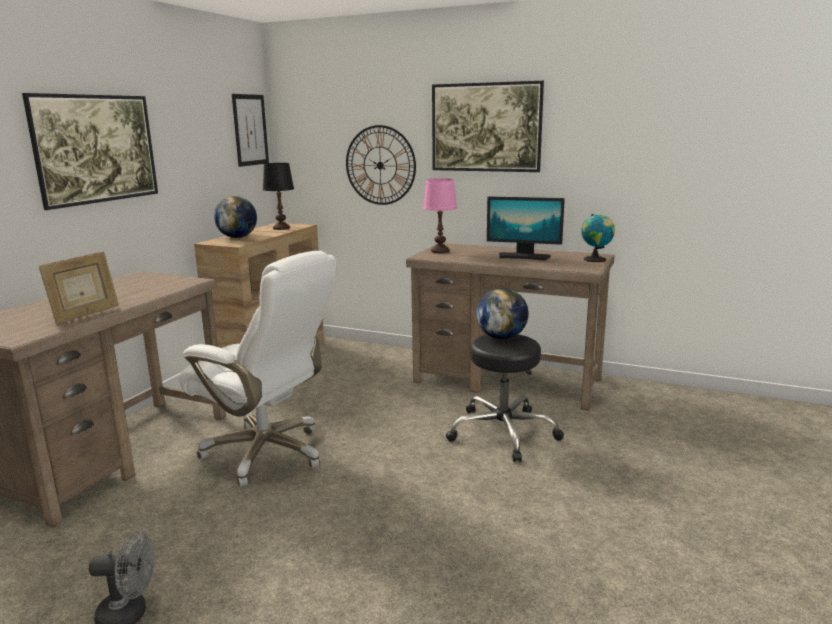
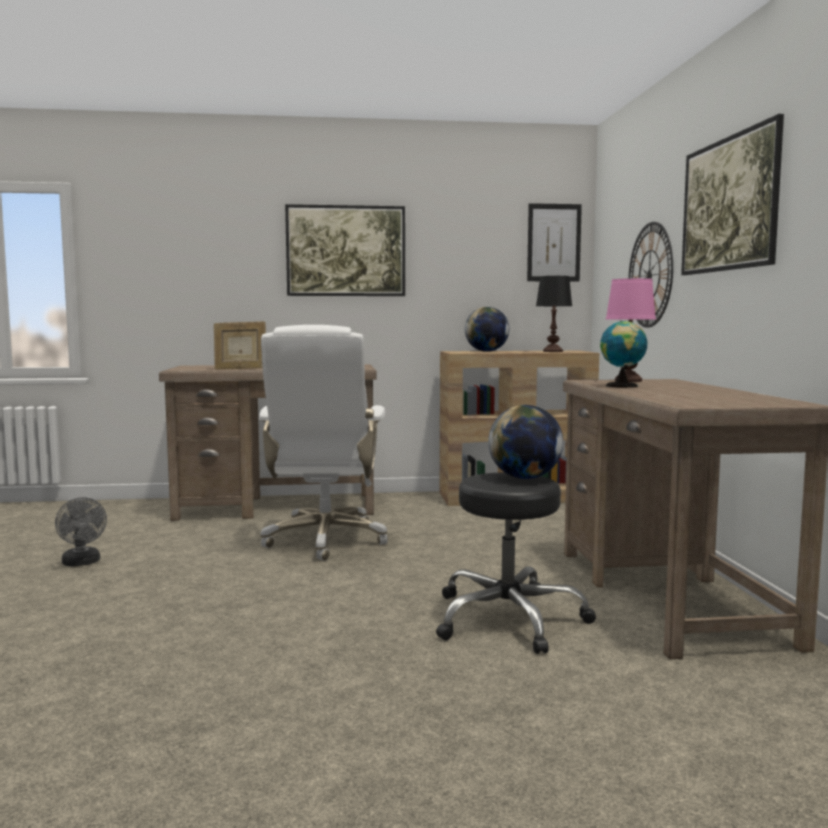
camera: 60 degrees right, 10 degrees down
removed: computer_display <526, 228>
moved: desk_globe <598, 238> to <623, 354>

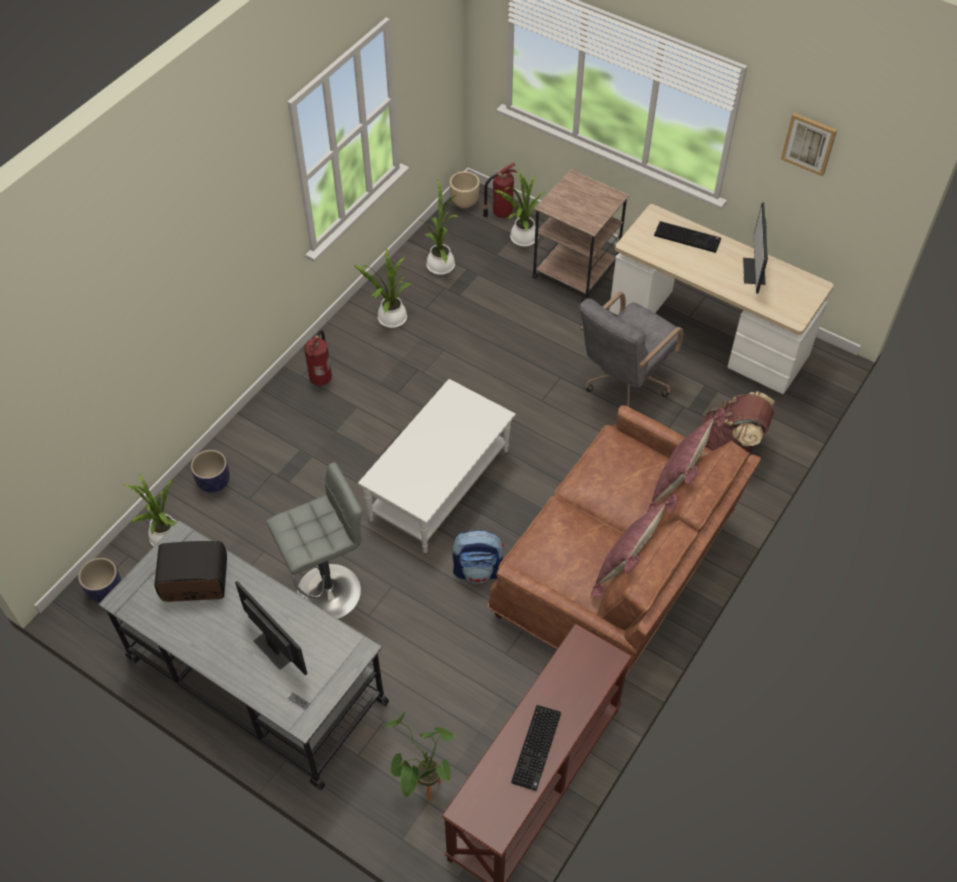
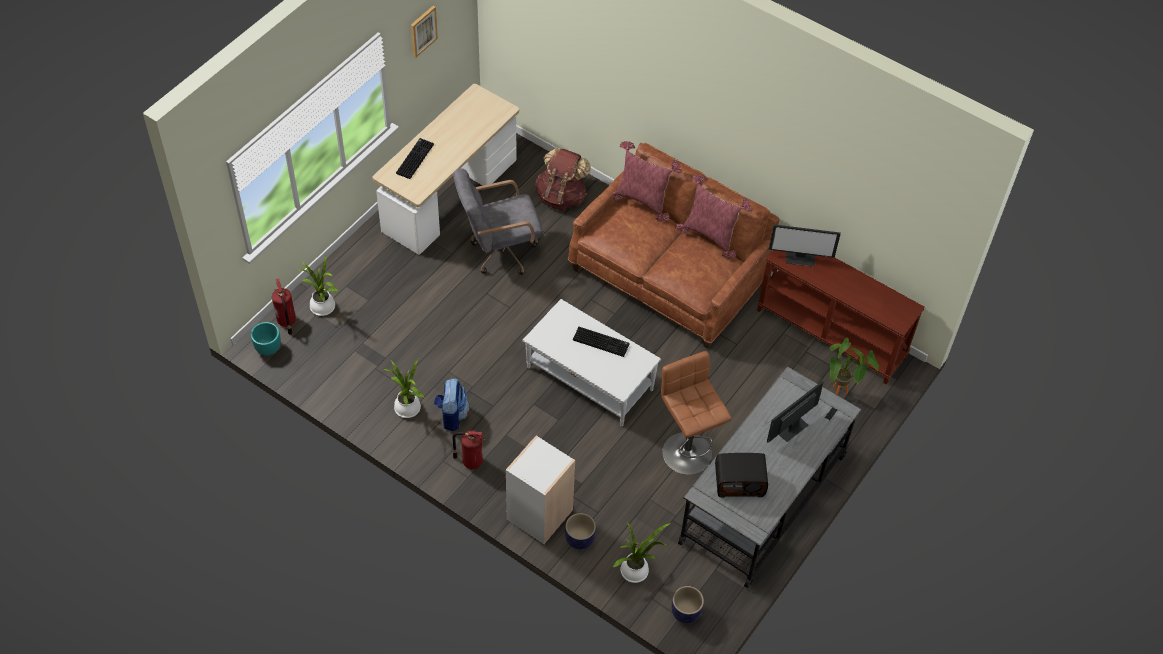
camera: 90 degrees left, 0 degrees up
removed: potted_plant <441, 227>; brown-coloured_wheeled_cart <580, 235>
added: bookshelf <540, 489>
moved: rucksack <478, 556> to <452, 404>; PC_keyboard <536, 748> to <601, 342>; computer_display <755, 248> to <805, 245>
recoloured: sand-coloured_planter <464, 190> to blue-green_planter <266, 338>; grey_stool_seat <314, 540> to brown-coloured_stool_seat <696, 413>
turned: grey_computer_chair <632, 349> = <498, 222> 120 degrees clockwise; radio <190, 571> = <741, 475> 90 degrees counterclockwise

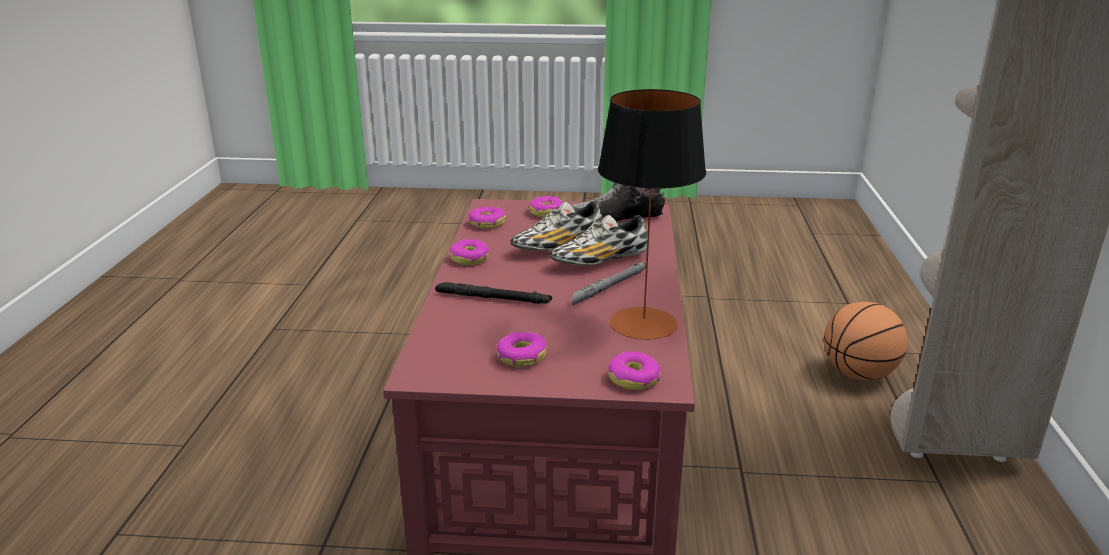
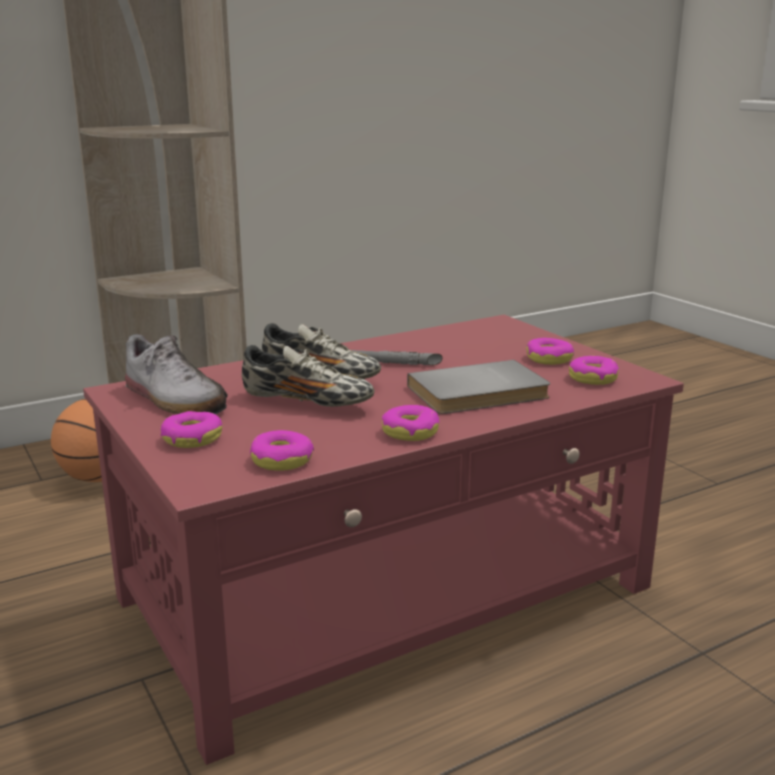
camera: 125 degrees left, 5 degrees down
removed: lamp_for_a_table <652, 214>
moved: doughnut <634, 370> to <594, 370>
replaced: blackish_flashlight <493, 293> to grey_volume <478, 387>

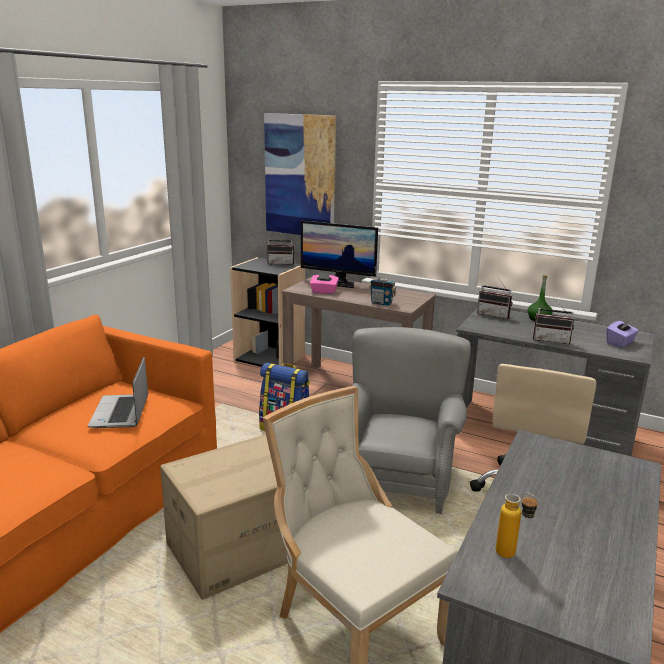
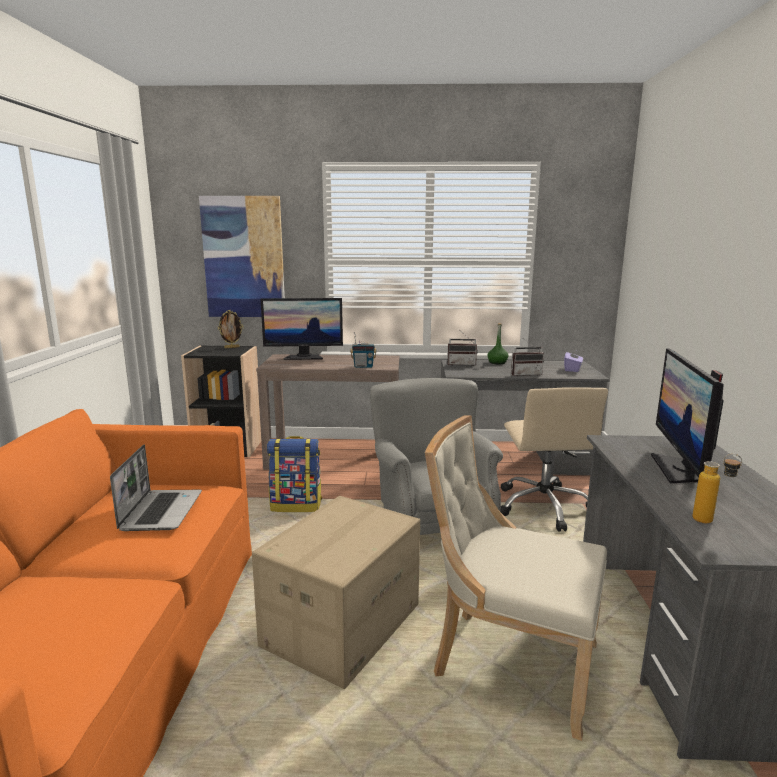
camera: 25 degrees left, 5 degrees down
removed: pink-coloured_tissue_holder <324, 283>
added: computer_display <687, 415>
replaced: radio <281, 249> to photo_frame <231, 329>
turned: laptop <118, 392> = <156, 487> 150 degrees counterclockwise

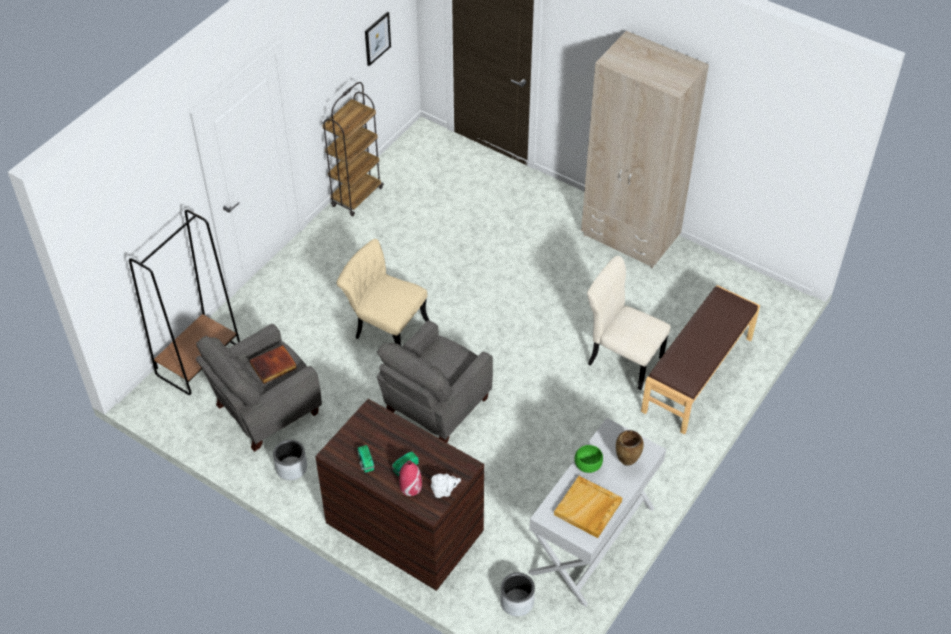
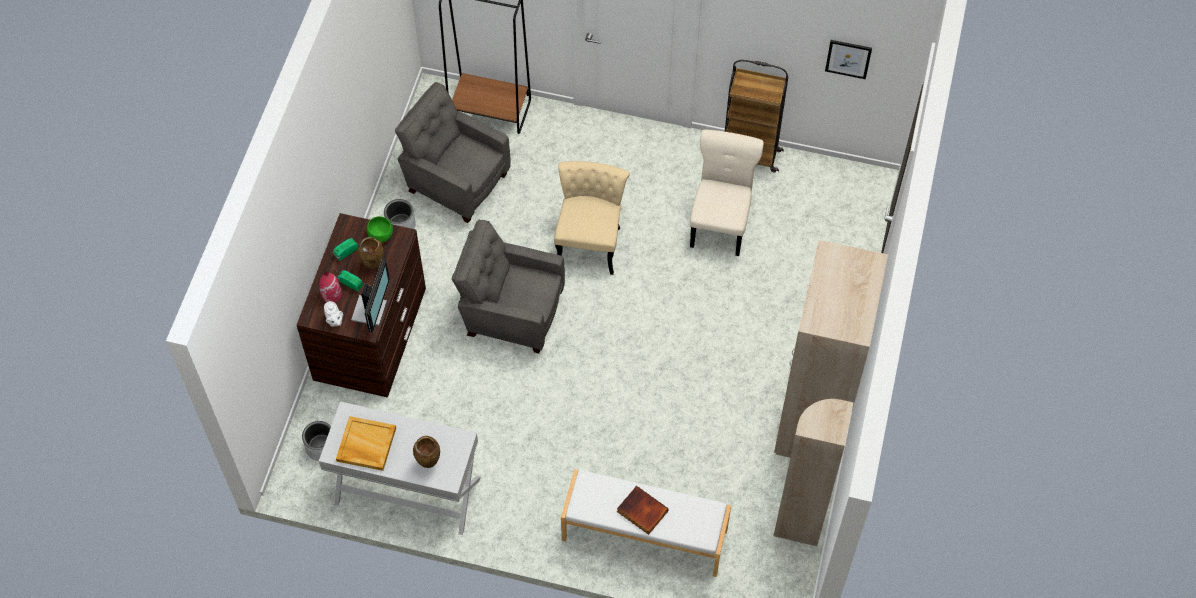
camera: 70 degrees right, 10 degrees up
added: computer_display <370, 295>; brown-coloured_flower_vase <370, 253>; sand-coloured_bookshelf <813, 472>
moved: greenish_serving_bowl <588, 459> to <380, 229>; volume <273, 364> to <642, 510>; sand-coloured_plain_chair <629, 323> to <726, 192>
recoloured: brown-coloured_long_seat <700, 360> to white-coloured_long_seat <646, 523>

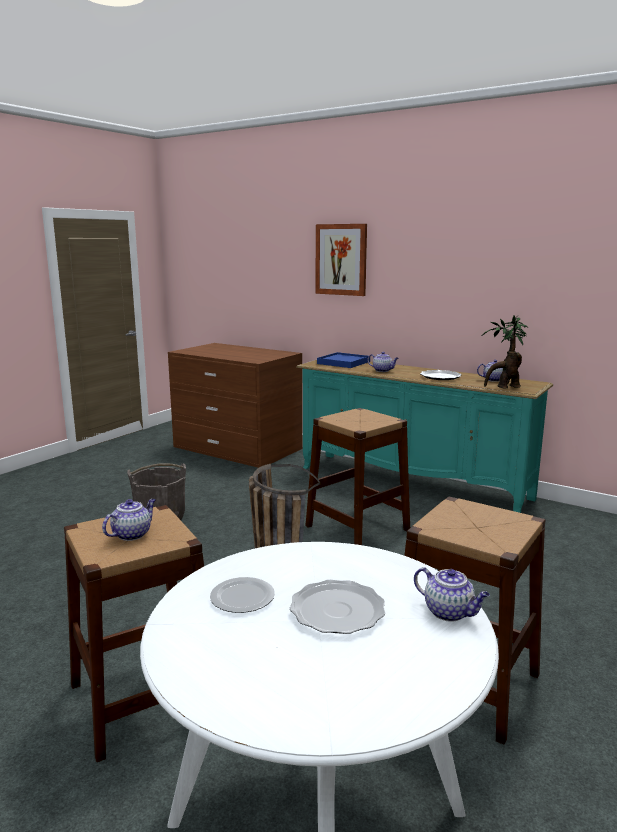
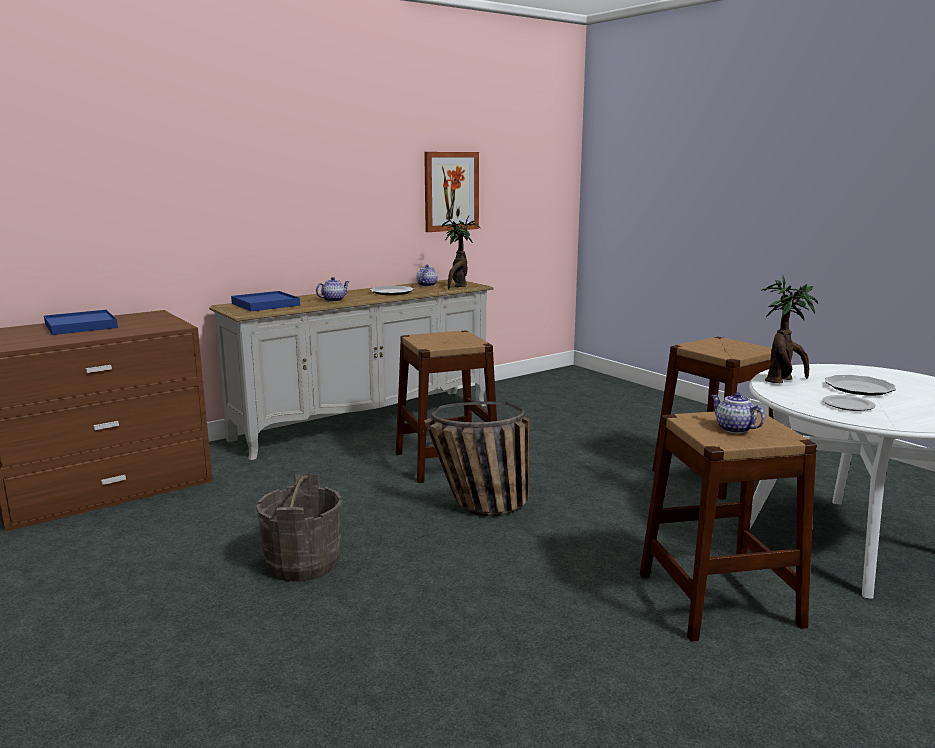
camera: 70 degrees left, 0 degrees up
removed: pot_for_tea <452, 594>
added: blue_serving_tray <81, 322>; potted_plant <790, 328>
moved: wall_art <341, 260> to <451, 192>
recoloured: blue-green_cupboard <424, 436> to grey_cupboard <351, 369>

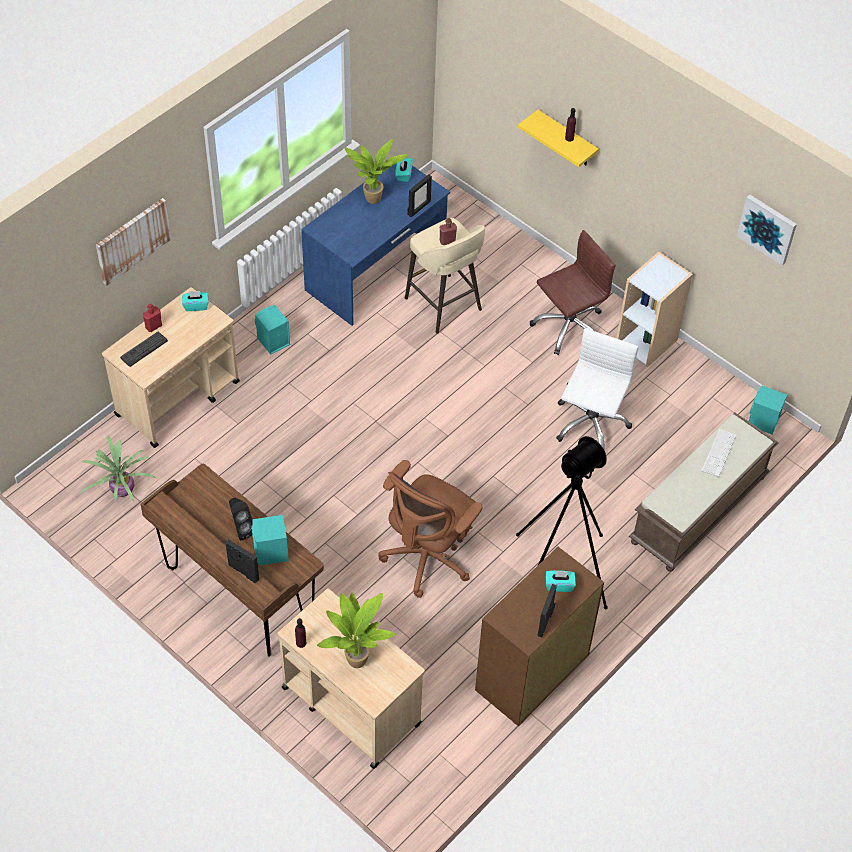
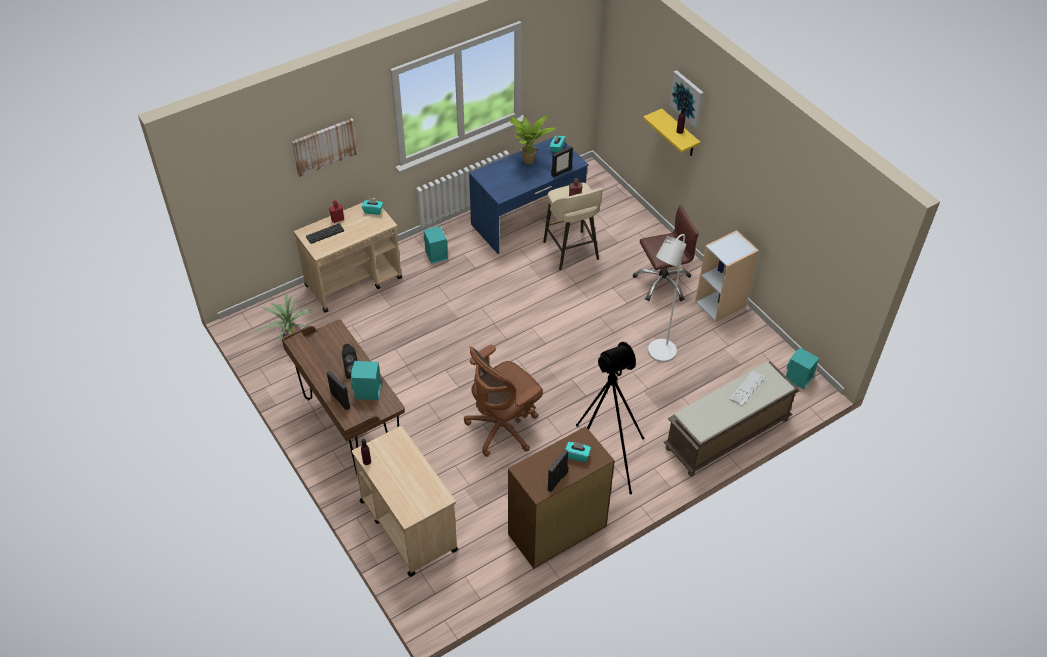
camera: 15 degrees right, 5 degrees down
removed: potted_plant <356, 630>
moved: wall_art <767, 230> to <686, 99>
replaced: white-coloured_computer_chair <597, 389> to white-coloured_standing_lamp <667, 298>

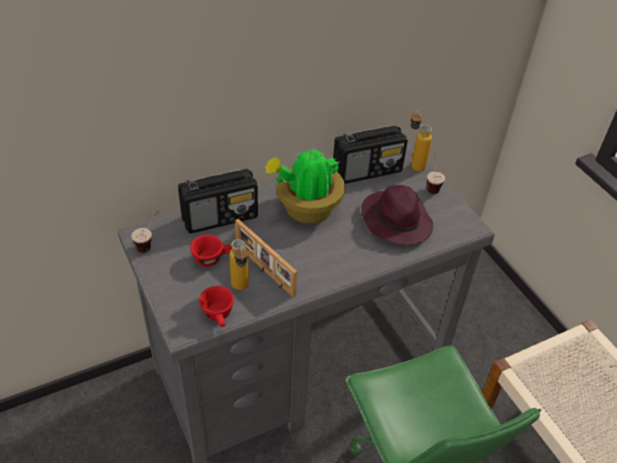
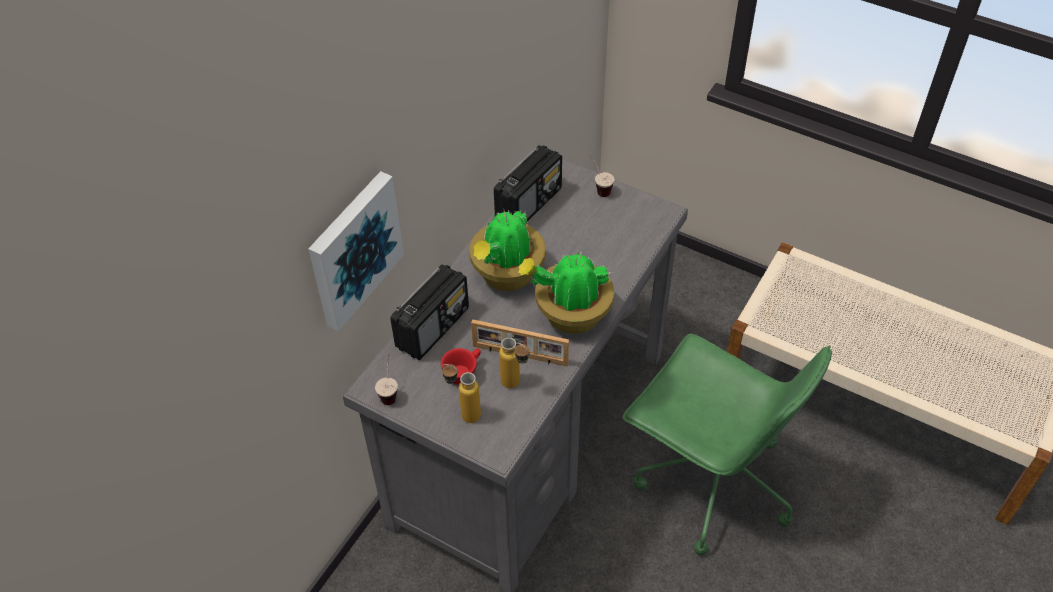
camera: 30 degrees left, 5 degrees up
removed: red_small_cup <216, 306>; purplish_hat <397, 215>
added: wall_art <356, 251>; potted_plant <566, 293>
moved: bottle <421, 141> to <461, 393>

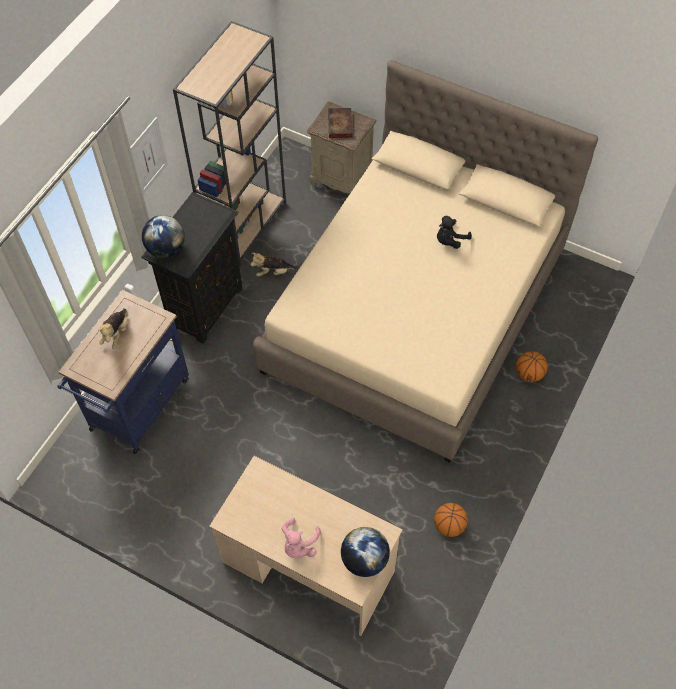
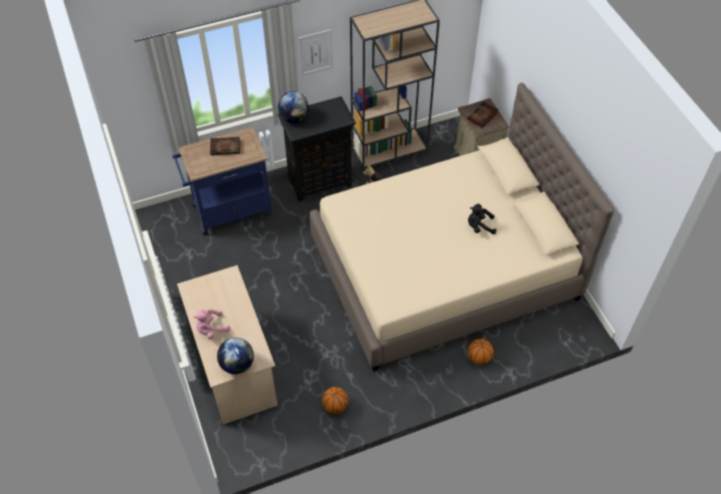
camera: 40 degrees right, 5 degrees down
replaced: cuddly_toy <113, 328> to volume <225, 146>

